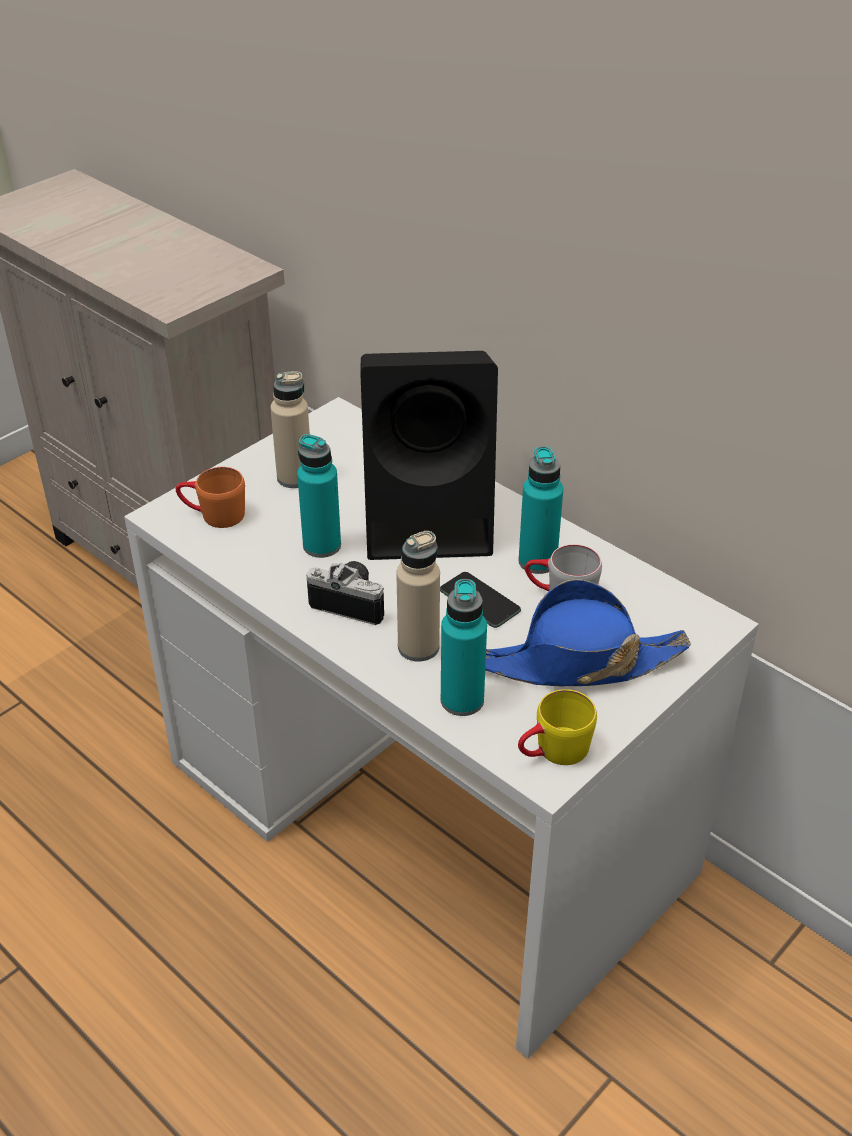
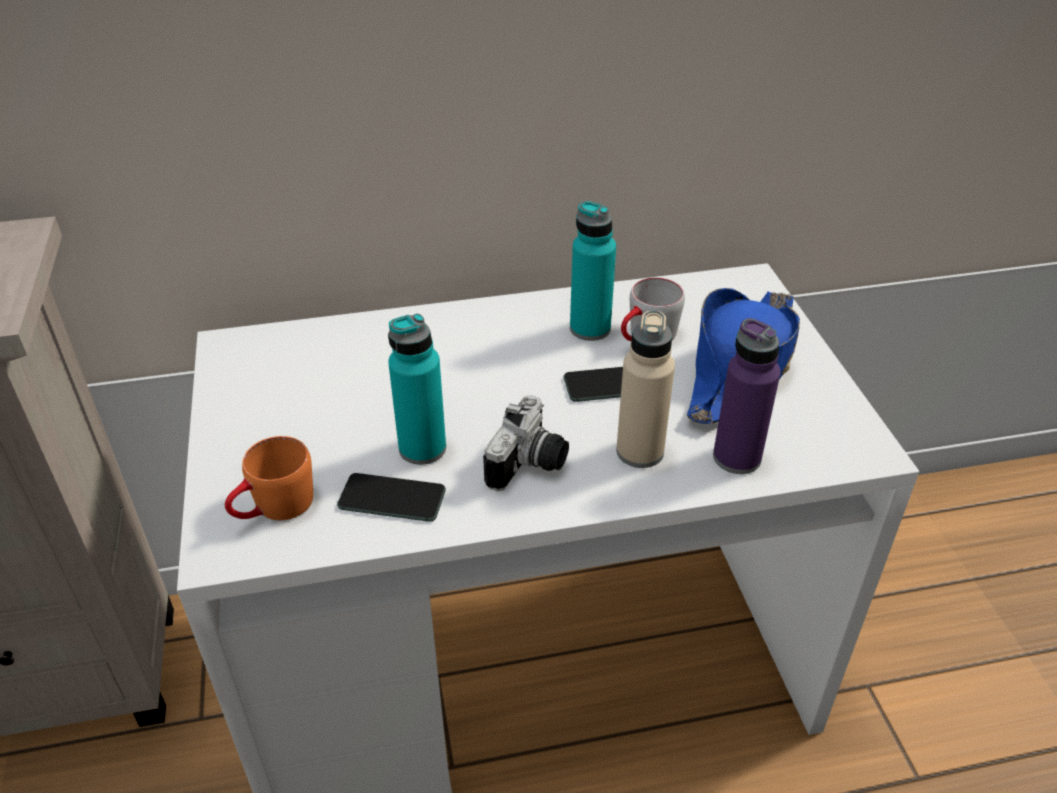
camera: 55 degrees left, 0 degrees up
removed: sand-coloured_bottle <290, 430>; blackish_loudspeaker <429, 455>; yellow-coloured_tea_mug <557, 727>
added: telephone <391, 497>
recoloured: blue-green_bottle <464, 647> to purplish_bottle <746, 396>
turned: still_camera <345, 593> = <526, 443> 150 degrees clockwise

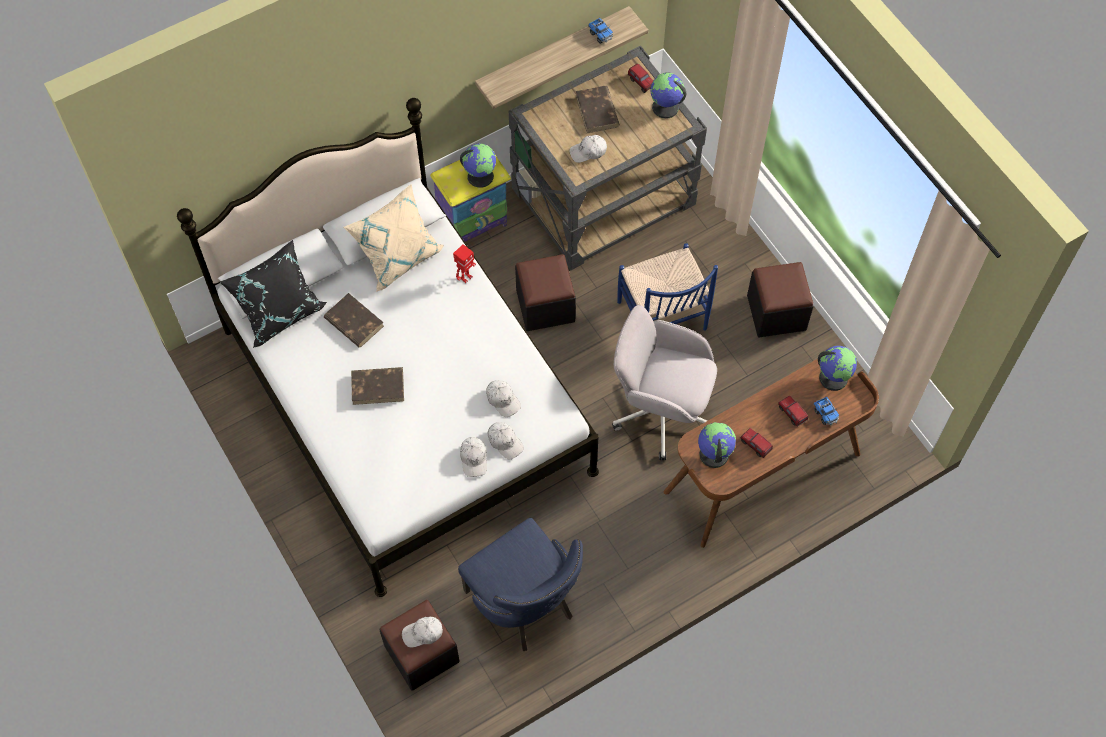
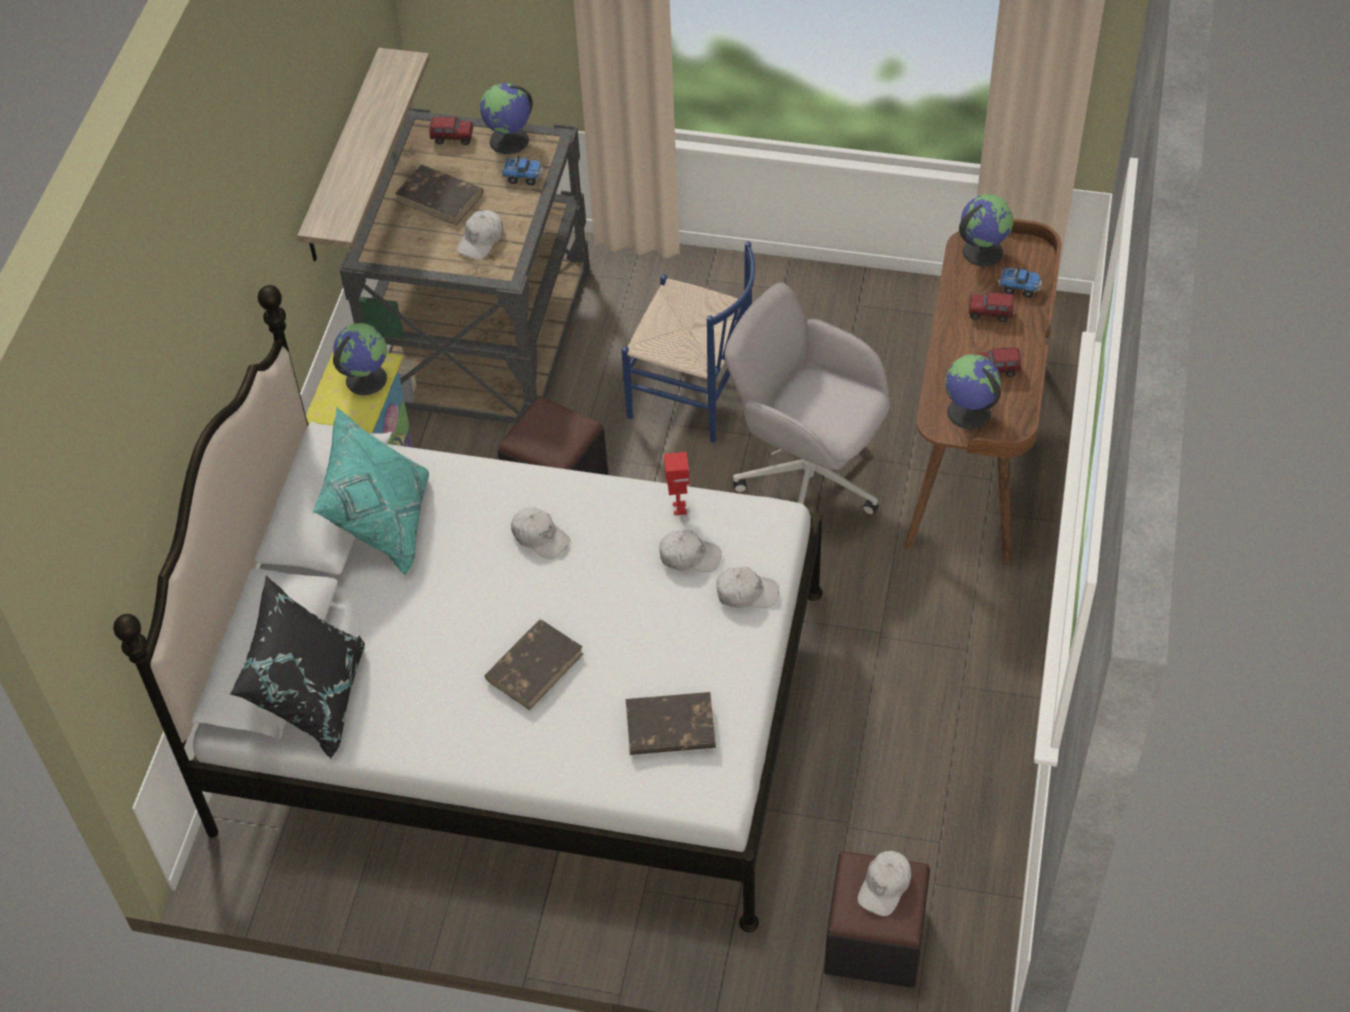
camera: 45 degrees left, 10 degrees down
removed: blue_plain_chair <520, 584>; blackish_pouffe <780, 299>
moved: toy_lorry <600, 31> to <522, 171>; white-coloured_cap <473, 457> to <540, 533>; brown-coloured_volume <354, 320> to <671, 723>; model_robot <464, 263> to <676, 483>
recoloured: sand-coloured_throw_pillow <394, 238> to blue-green_throw_pillow <371, 491>
turned: grey_computer_chair <664, 382> = <807, 398> 60 degrees clockwise

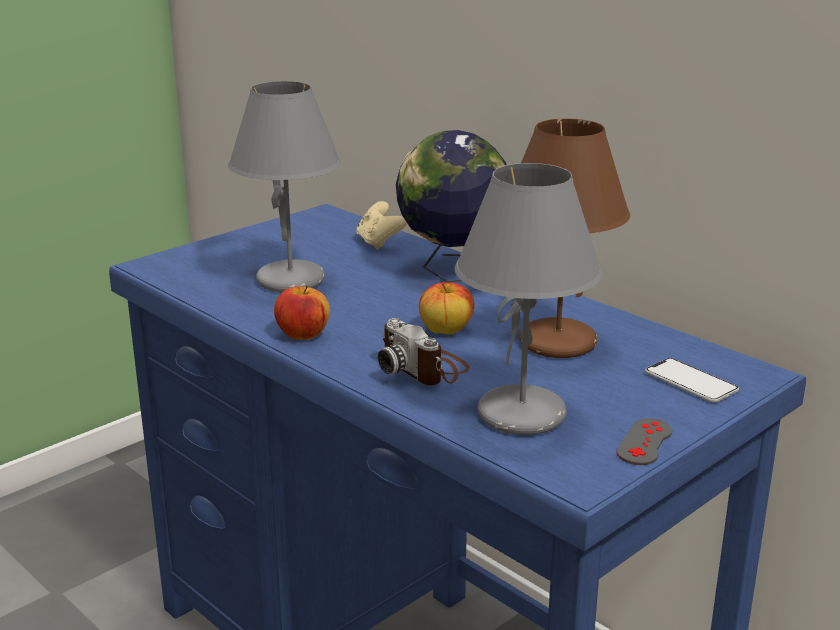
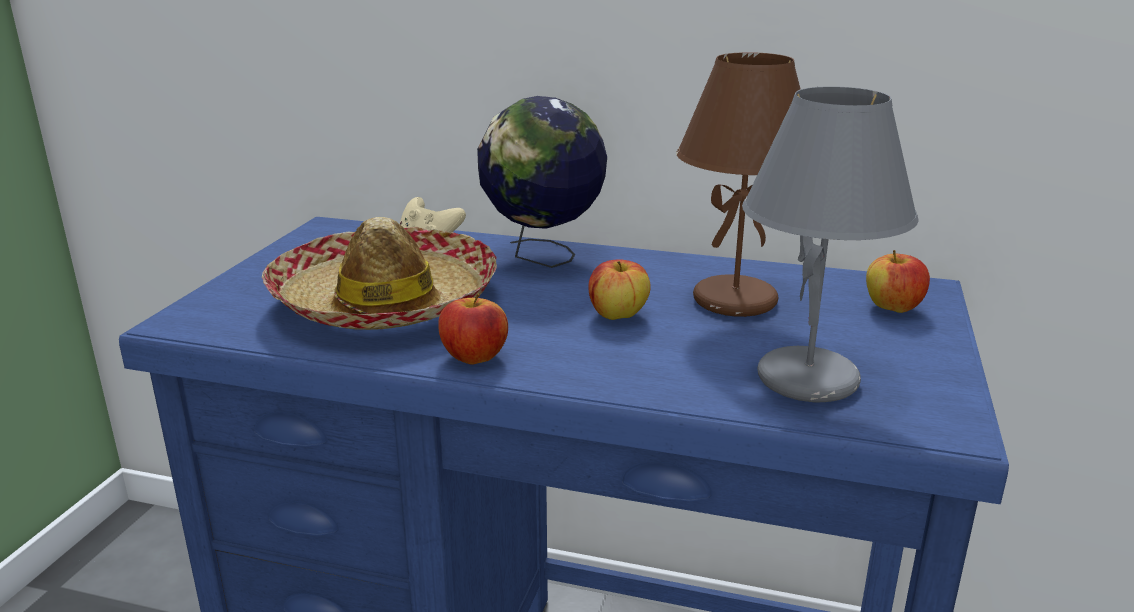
camera: 30 degrees left, 0 degrees up
removed: still_camera <424, 351>; grey_joypad <644, 441>
replaced: grey_lamp_for_a_table <284, 186> to hat <379, 273>; telephone <692, 380> to whole_apple <898, 281>

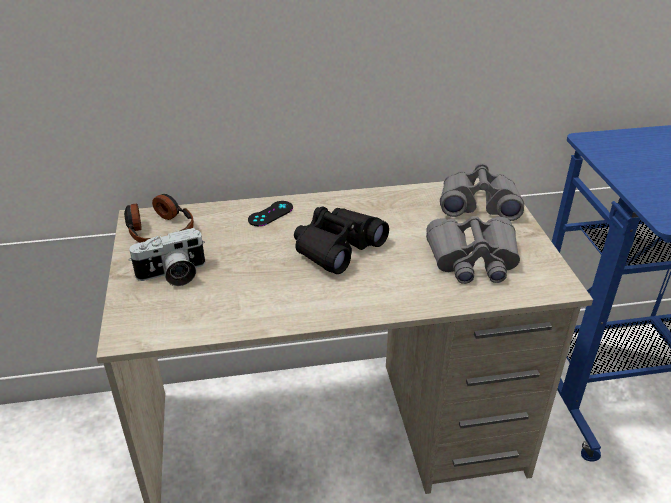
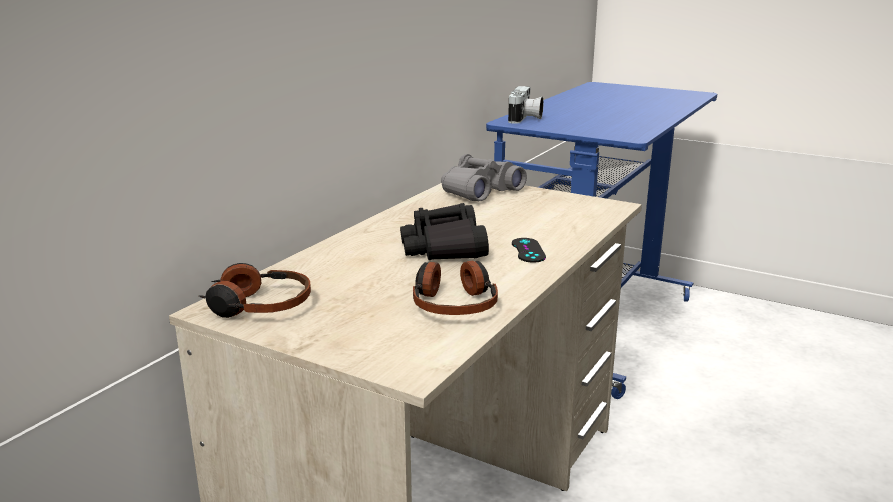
camera: 50 degrees left, 15 degrees down
removed: grey_field_glasses <473, 250>
added: headphones <455, 287>
moved: still_camera <167, 257> to <525, 105>; blackish_joypad <270, 213> to <529, 250>

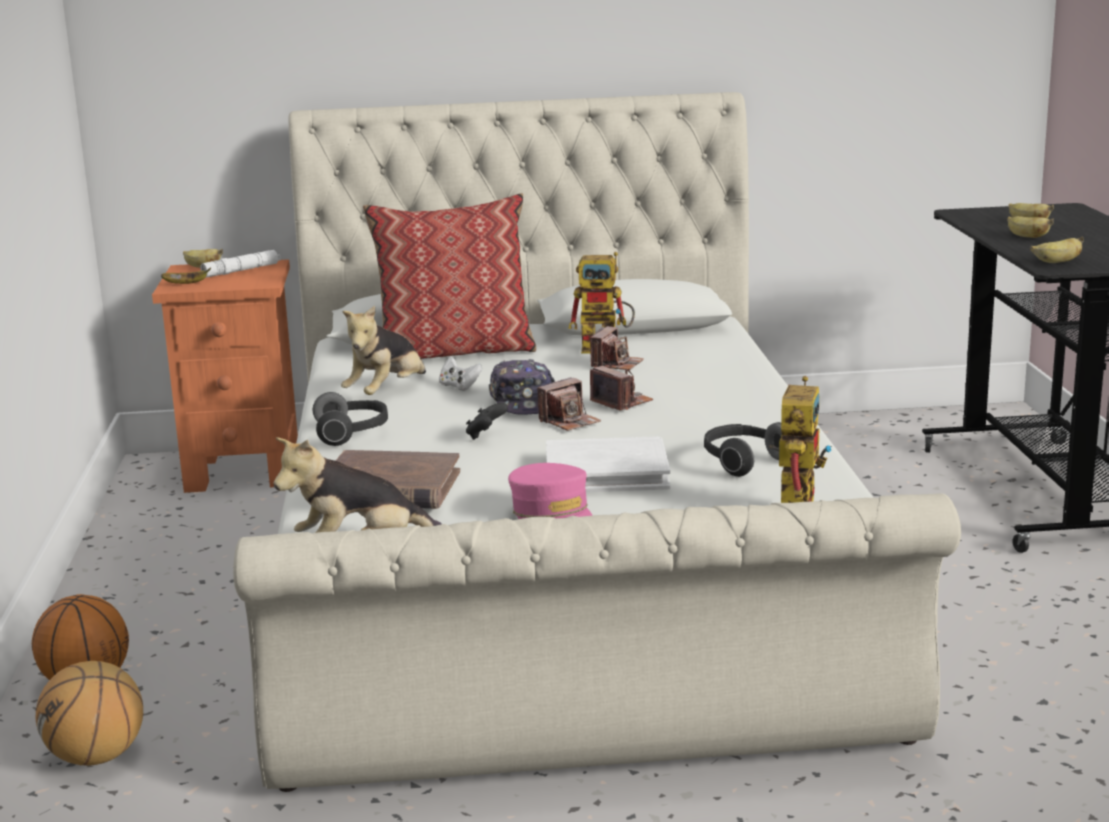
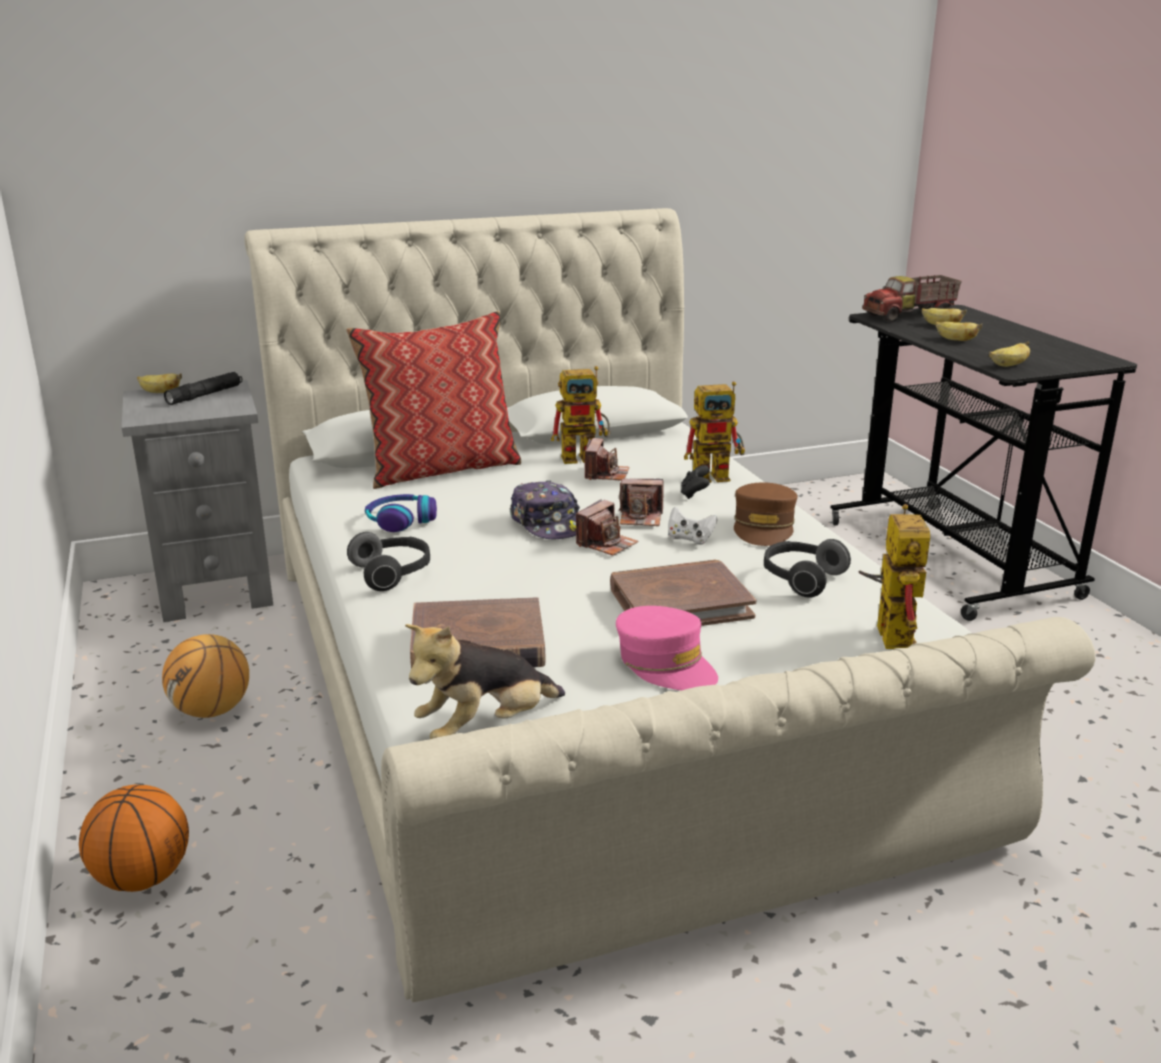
camera: 15 degrees left, 5 degrees up
removed: banana_fruit <186, 276>
added: model_robot <714, 432>; brown-coloured_cap <765, 514>; toy_lorry <912, 298>
moved: basketball <89, 713> to <205, 676>; white-coloured_joypad <460, 373> to <693, 525>; blackish_joypad <487, 421> to <695, 482>
replaced: cuddly_toy <383, 350> to headphones <401, 513>
recoloured: orange_bedside_table <225, 376> to grey_bedside_table <197, 501>; white-coloured_flashlight <240, 264> to blackish_flashlight <203, 388>; white-coloured_volume <608, 464> to brown-coloured_volume <683, 593>
turned: still_camera <621, 388> = <641, 502> 150 degrees clockwise

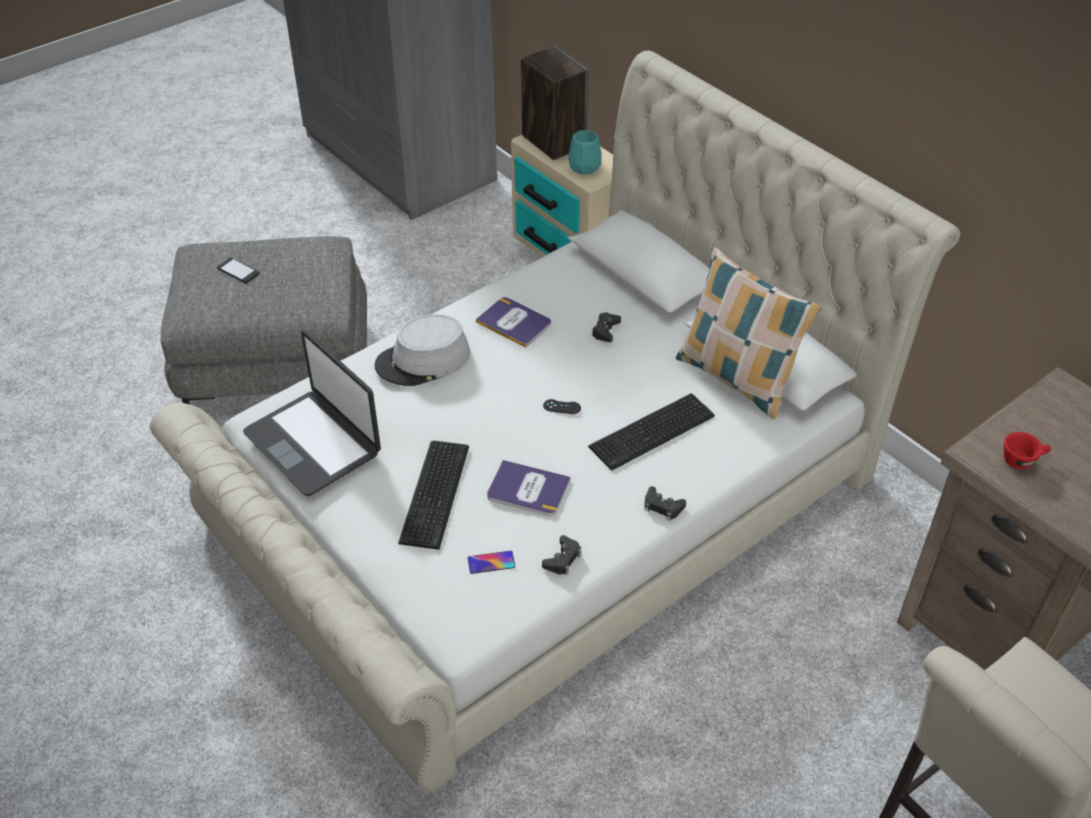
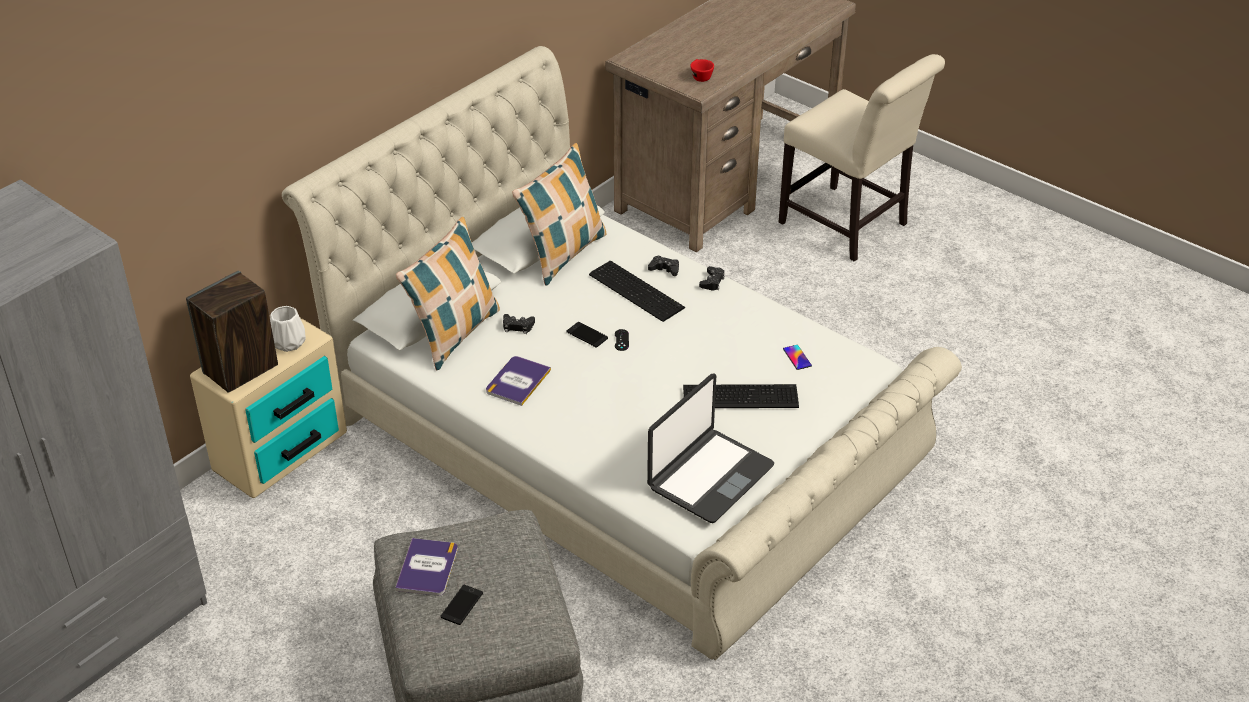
camera: 100 degrees left, 5 degrees down
removed: grey_hat <422, 350>
added: throw_pillow <448, 293>; telephone <587, 335>
moved: volume <529, 488> to <426, 567>; blackish_joypad <561, 555> to <663, 266>
recoloured: blue-green_flower_vase <585, 152> to white-coloured_flower_vase <288, 329>

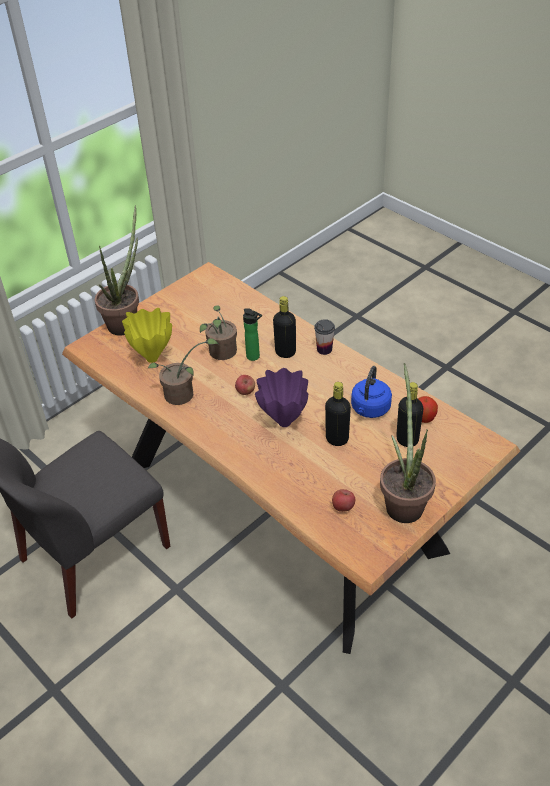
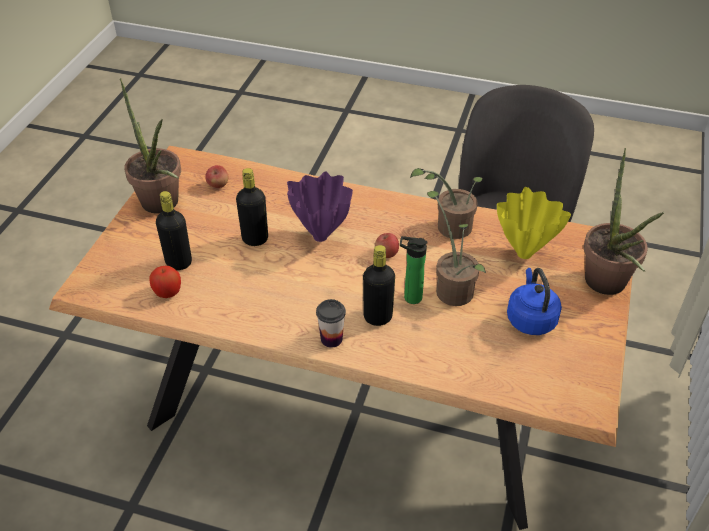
camera: 150 degrees right, 0 degrees up
moved: blue_kettle <371, 392> to <534, 301>

